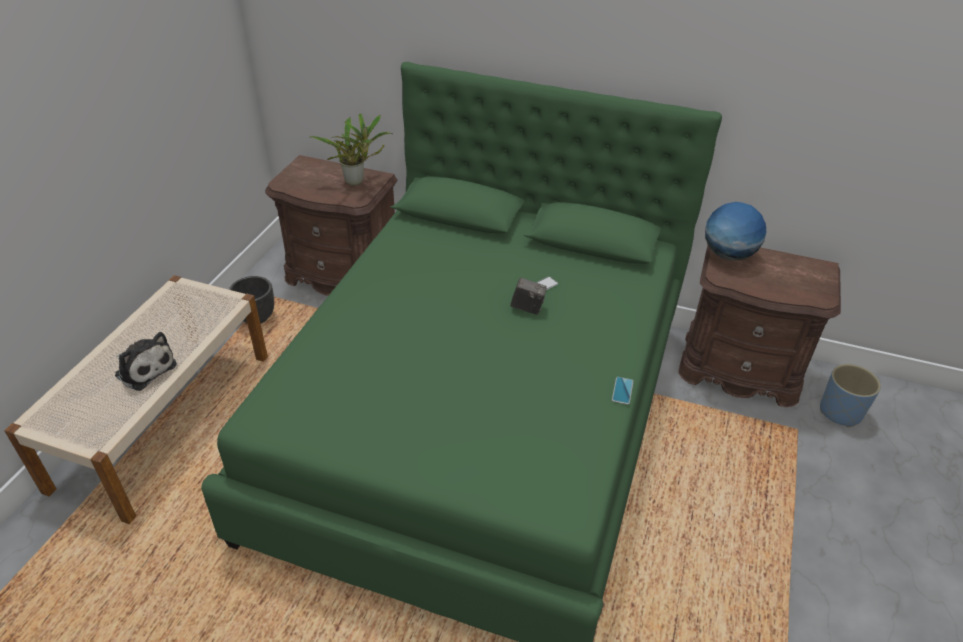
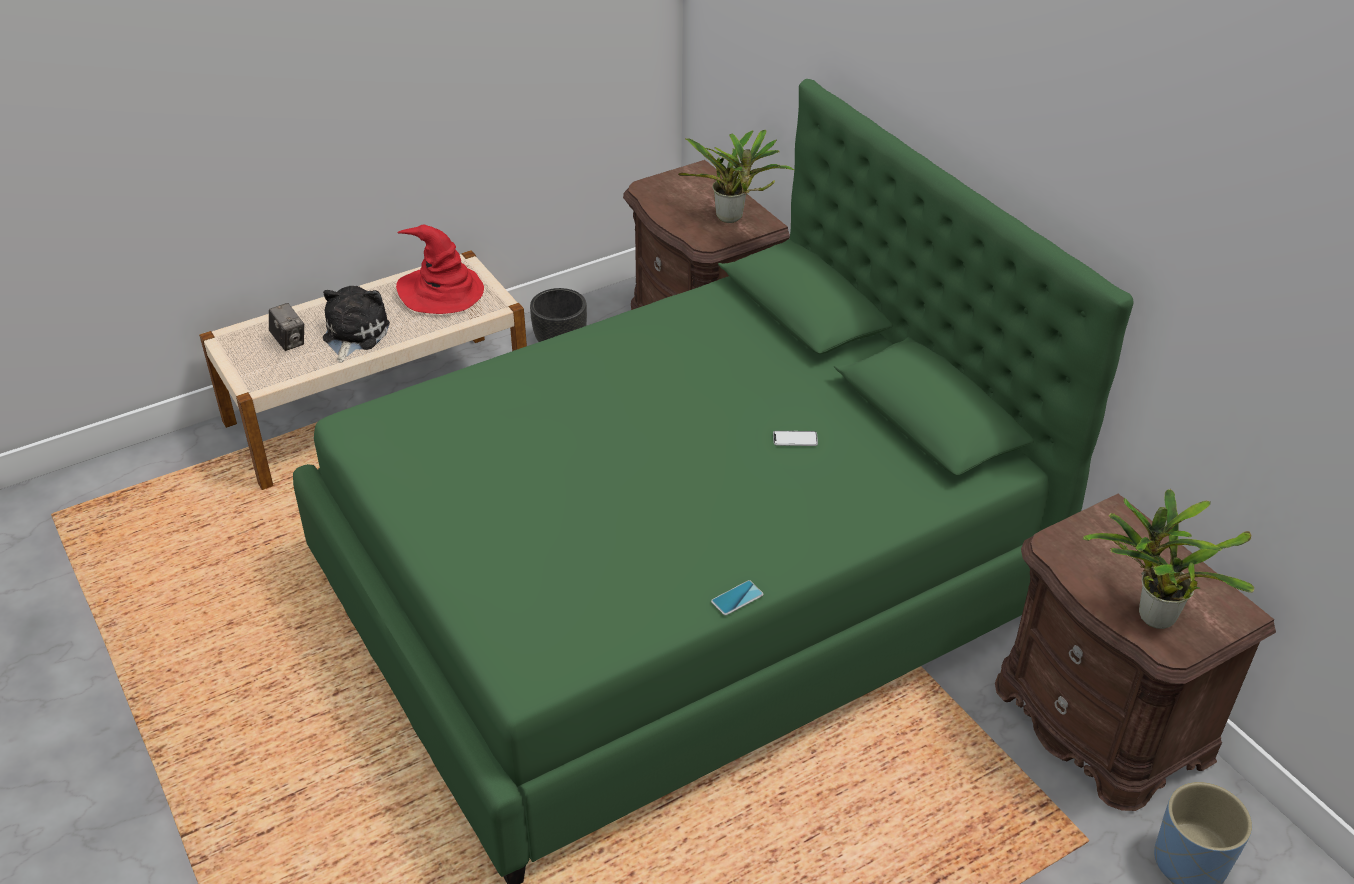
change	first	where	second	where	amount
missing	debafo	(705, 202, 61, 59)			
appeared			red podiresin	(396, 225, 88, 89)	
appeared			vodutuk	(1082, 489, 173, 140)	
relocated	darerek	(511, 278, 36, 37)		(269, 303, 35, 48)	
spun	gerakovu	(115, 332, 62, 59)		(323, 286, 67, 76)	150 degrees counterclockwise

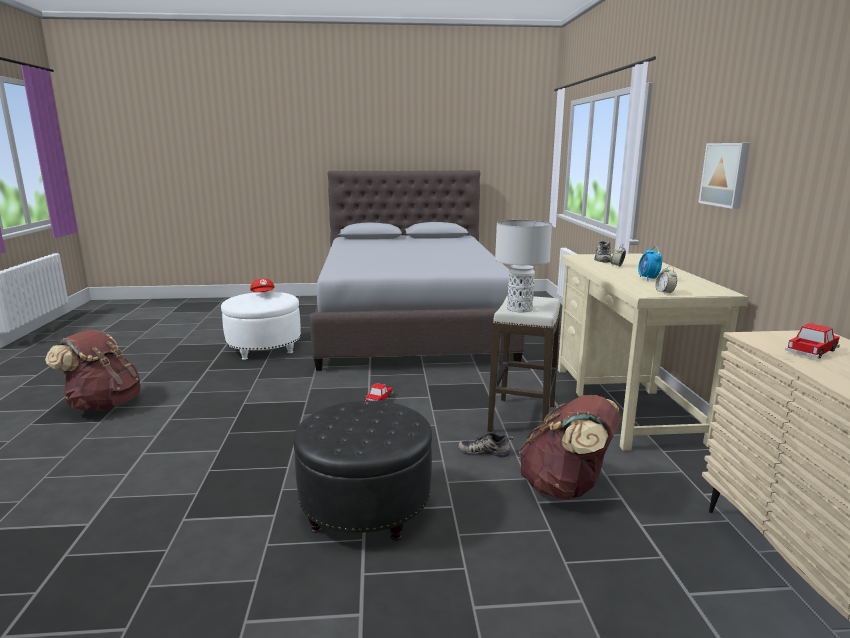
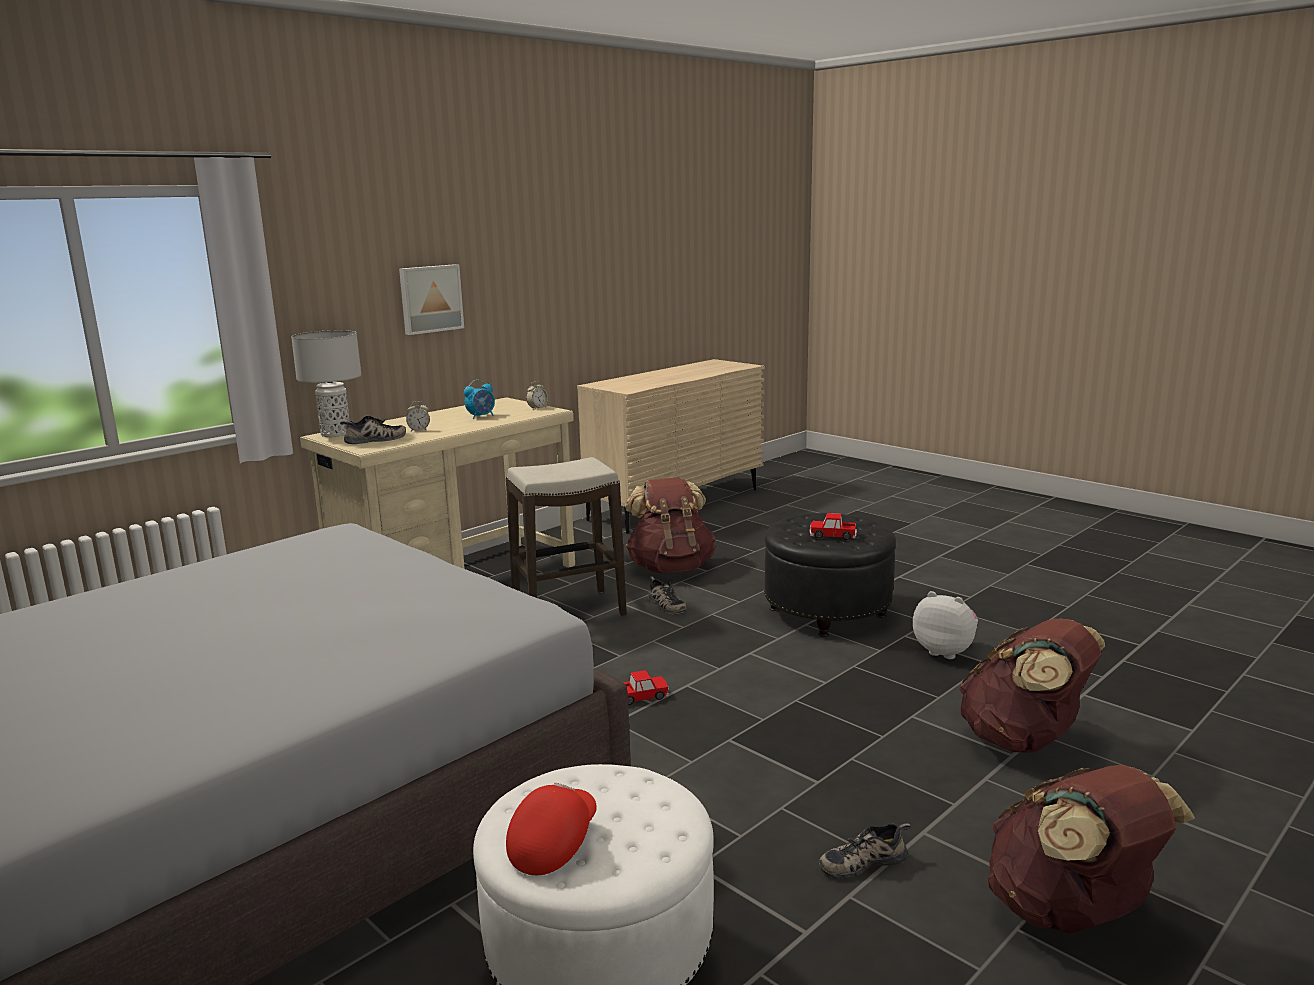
change	first	where	second	where	amount
appeared			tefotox	(819, 823, 92, 56)	
appeared			gerakovu	(913, 591, 65, 68)	
appeared			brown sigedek	(958, 619, 147, 134)	
relocated	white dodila	(495, 220, 57, 92)		(291, 330, 70, 107)	
relocated	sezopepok	(785, 323, 55, 36)		(809, 513, 48, 27)	

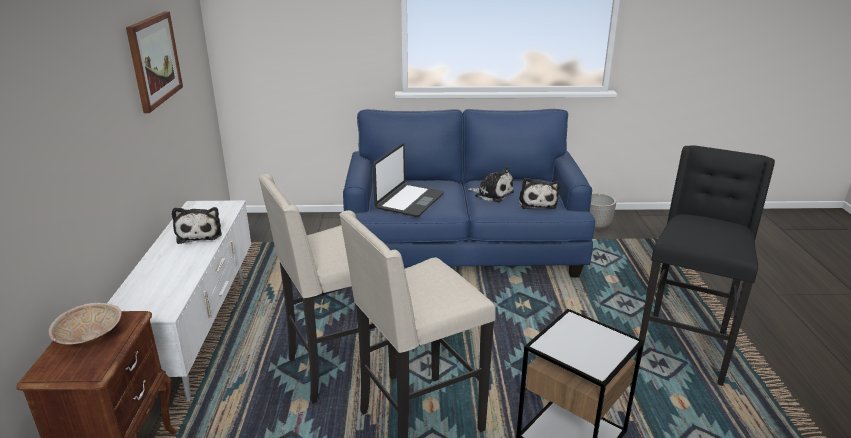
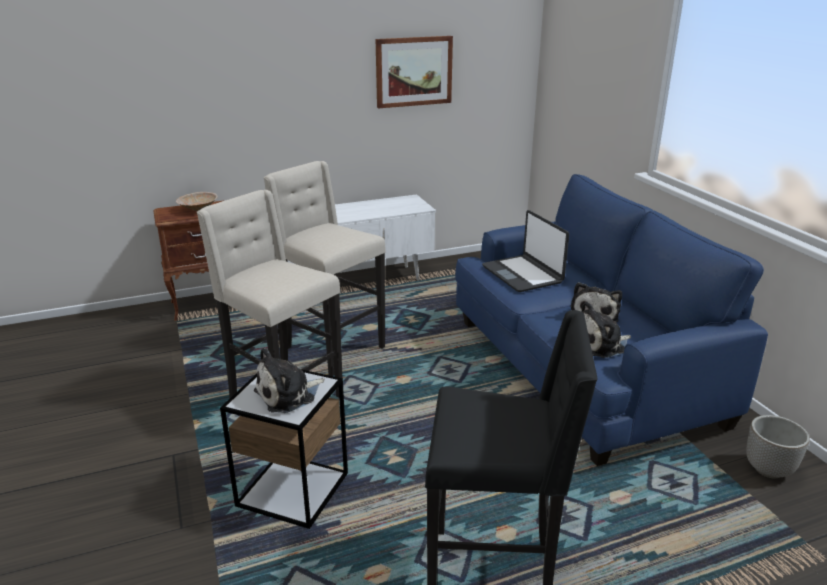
change	first	where	second	where	amount
relocated	gerakovu	(172, 207, 50, 37)		(254, 348, 71, 65)	
spun	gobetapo	(373, 143, 71, 74)		(482, 210, 87, 82)	60 degrees clockwise

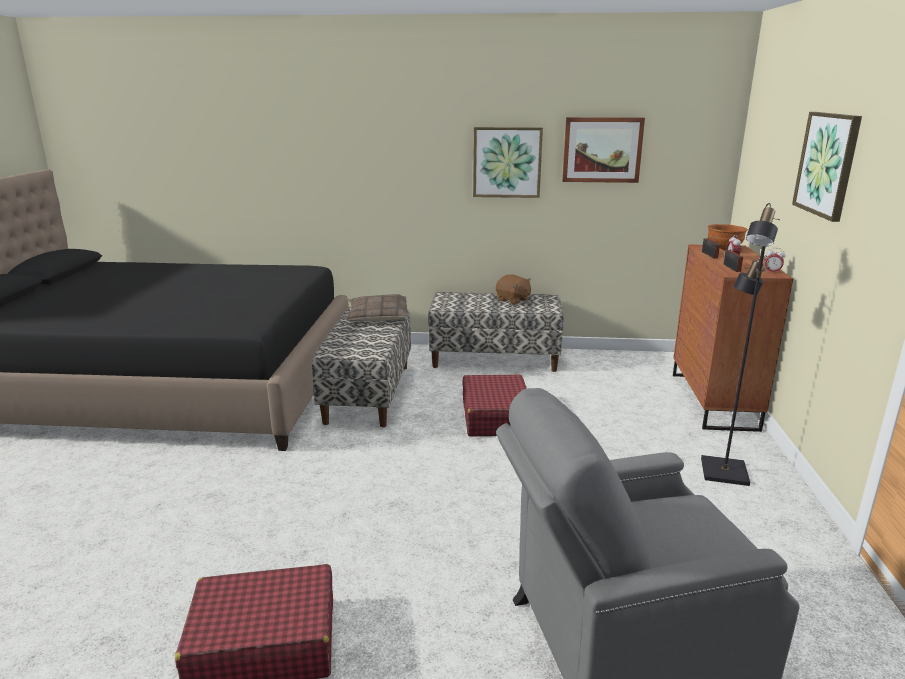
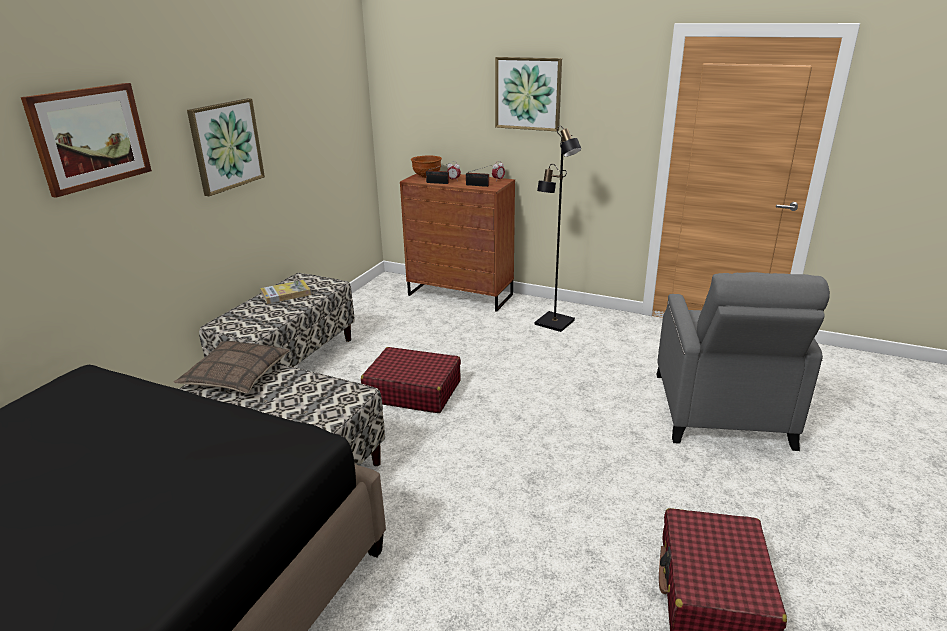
change	first	where	second	where	amount
relocated	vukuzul	(562, 117, 83, 66)		(21, 83, 131, 115)	
exchanged	brown gerakovu	(496, 274, 35, 31)	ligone	(260, 280, 51, 24)	

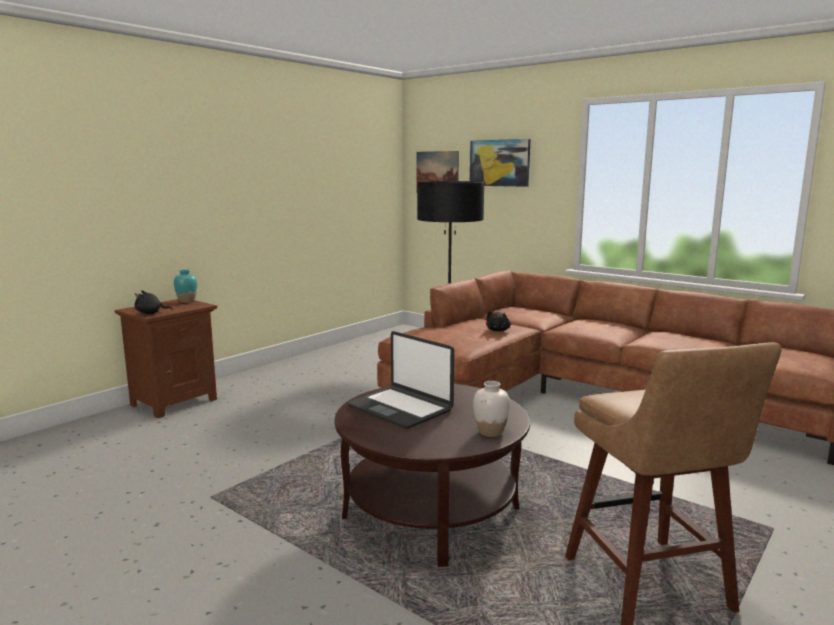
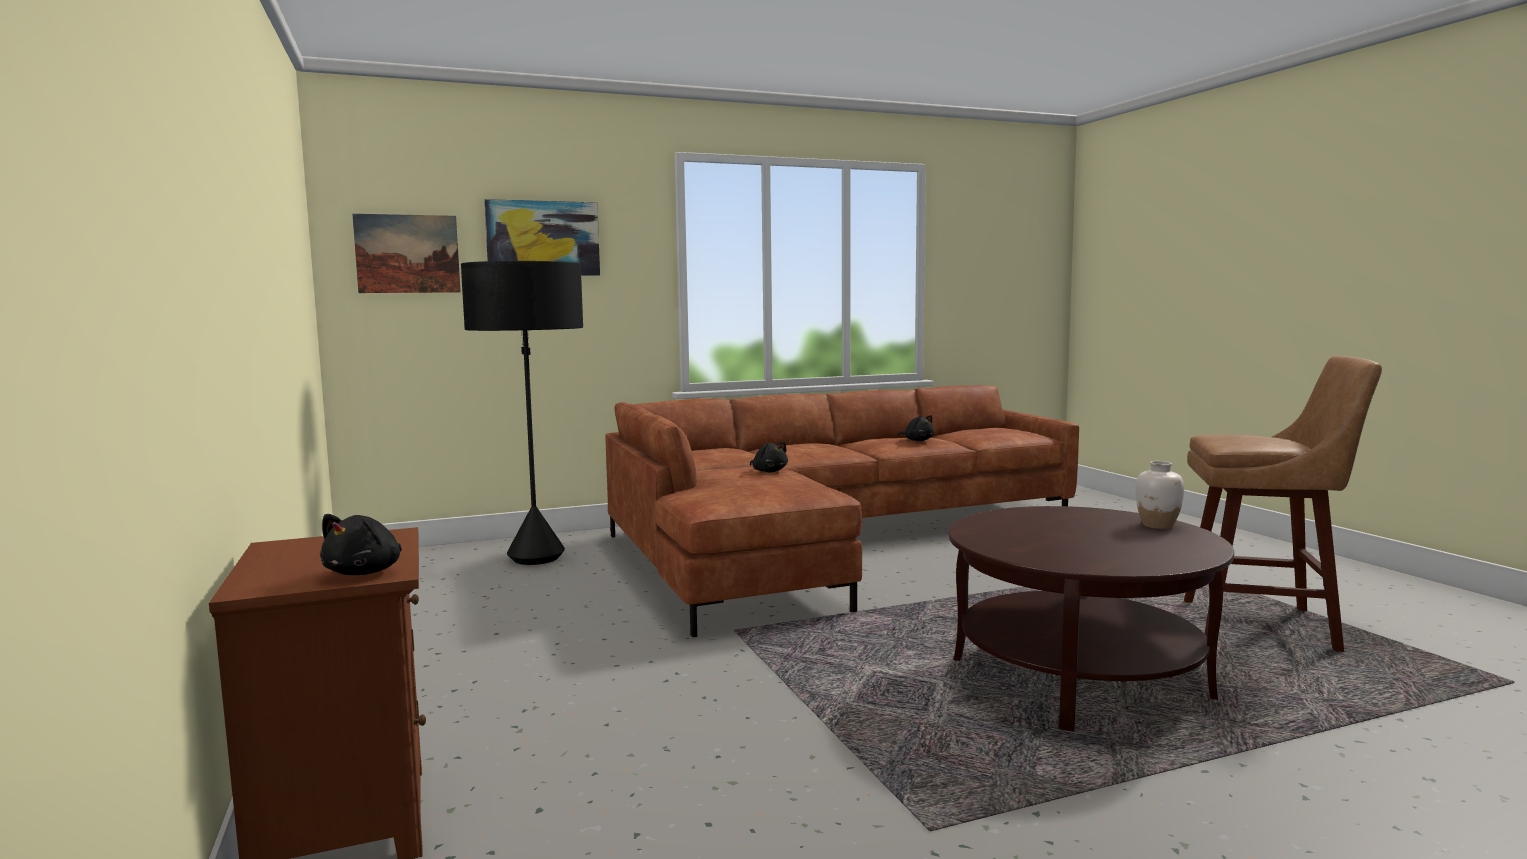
change	first	where	second	where	amount
missing	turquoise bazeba	(174, 270, 23, 33)			
missing	gobetapo	(347, 331, 107, 98)			
appeared			black gerakovu	(898, 415, 36, 26)	

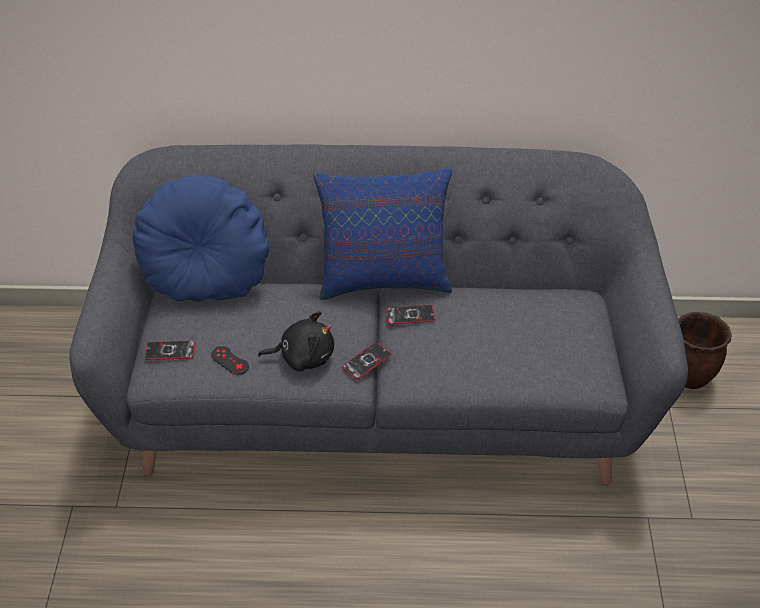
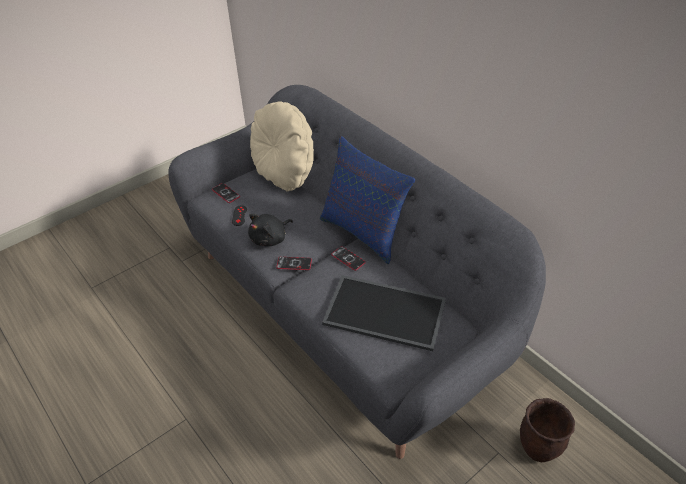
change	first	where	second	where	amount
appeared			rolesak	(322, 275, 124, 76)	
colour	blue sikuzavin	(133, 175, 136, 127)	beige sikuzavin	(250, 102, 64, 90)	
spun	black gerakovu	(258, 311, 76, 61)		(248, 214, 45, 32)	90 degrees clockwise

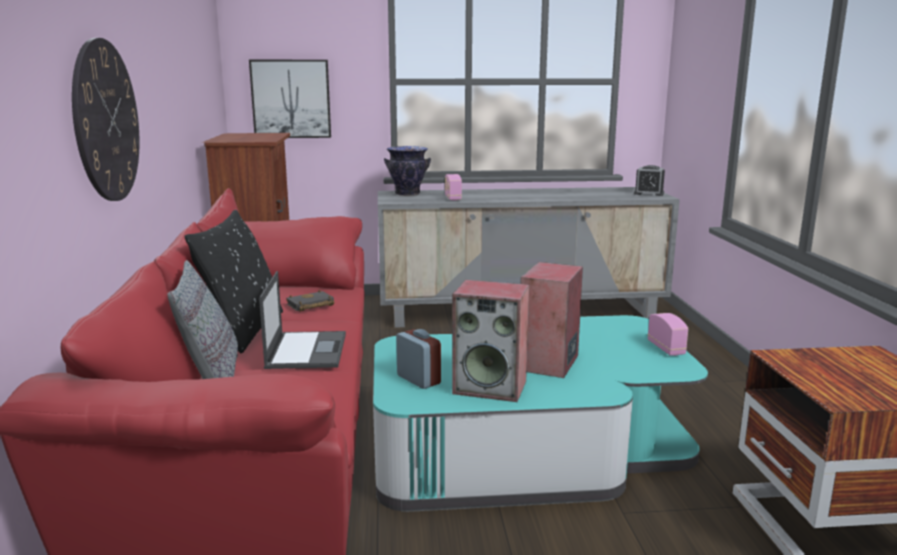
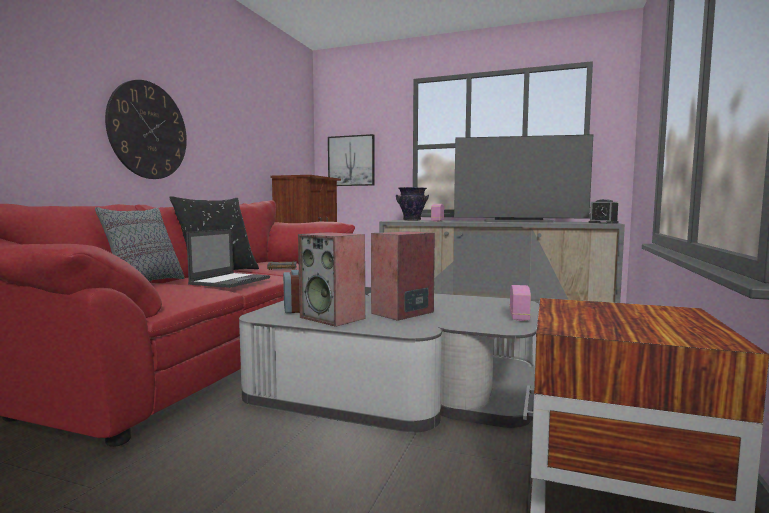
change	first	where	second	where	amount
appeared			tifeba	(454, 135, 139, 87)	
colour	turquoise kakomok	(373, 315, 335, 197)	grey kakomok	(239, 293, 300, 140)	

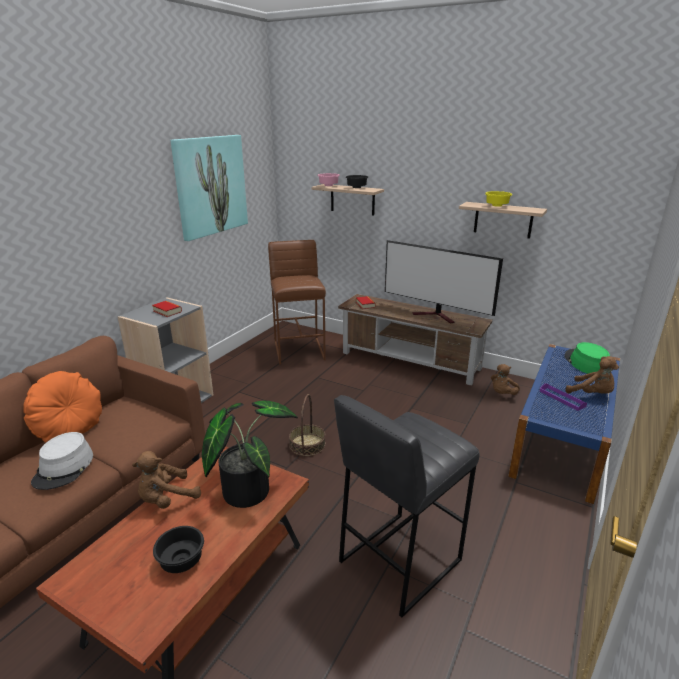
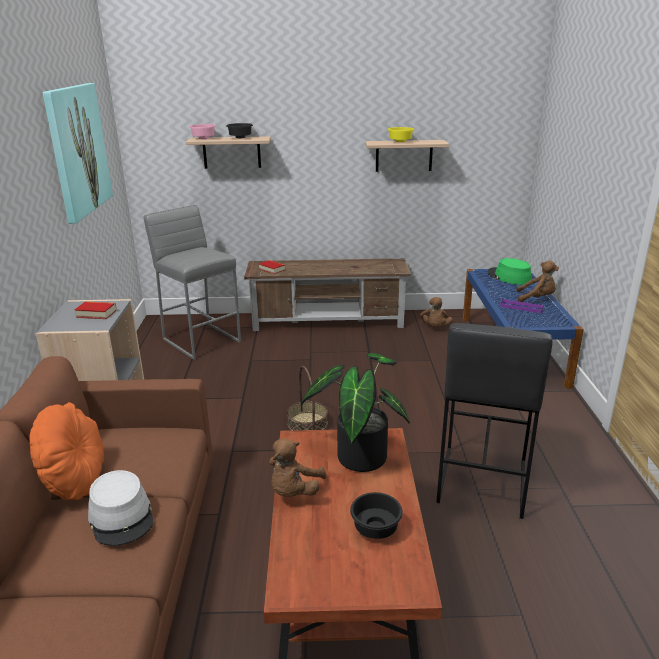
change	first	where	second	where	amount
missing	tifeba	(385, 240, 118, 84)			
colour	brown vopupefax	(268, 240, 58, 125)	grey vopupefax	(143, 205, 98, 155)	

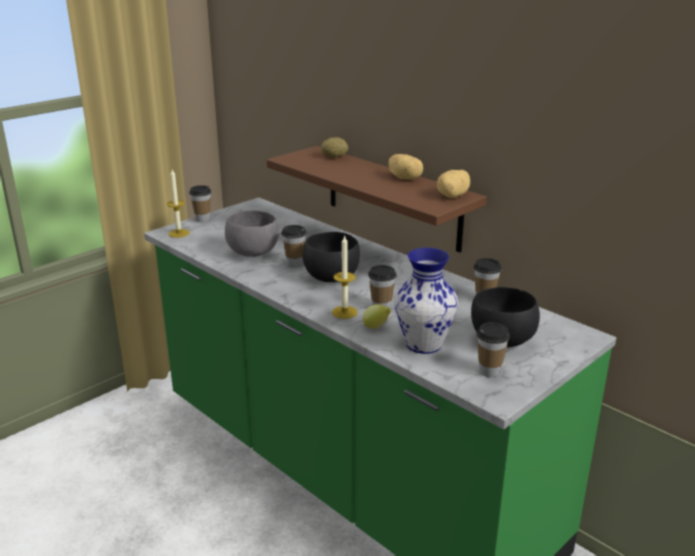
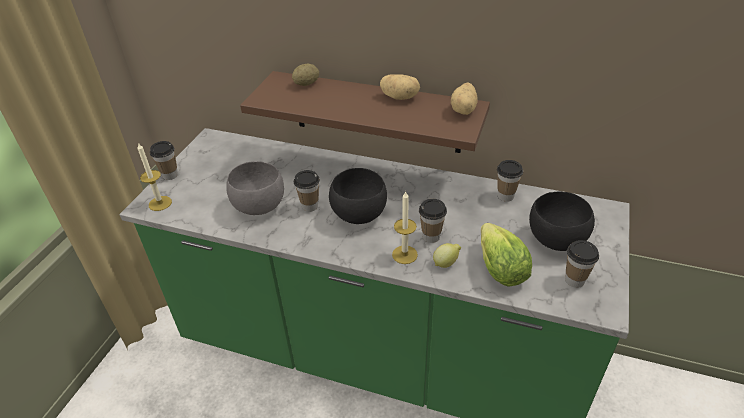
change	first	where	second	where	amount
exchanged	bazeba	(394, 248, 64, 106)	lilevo	(481, 223, 51, 64)	

